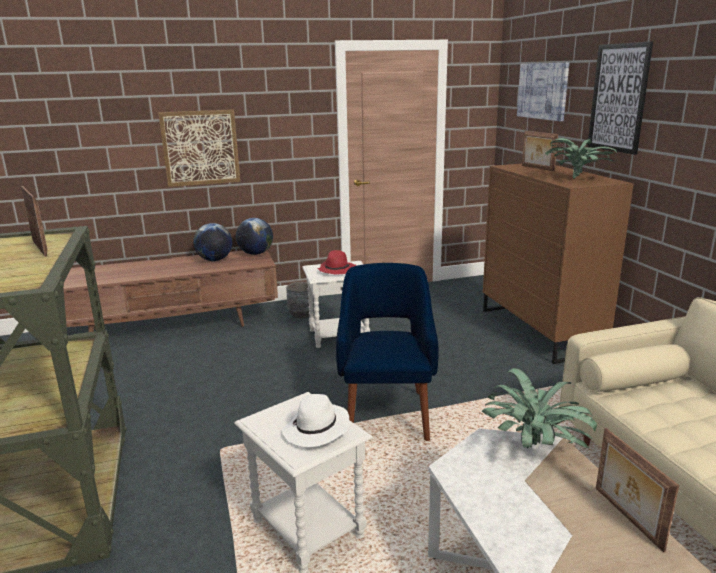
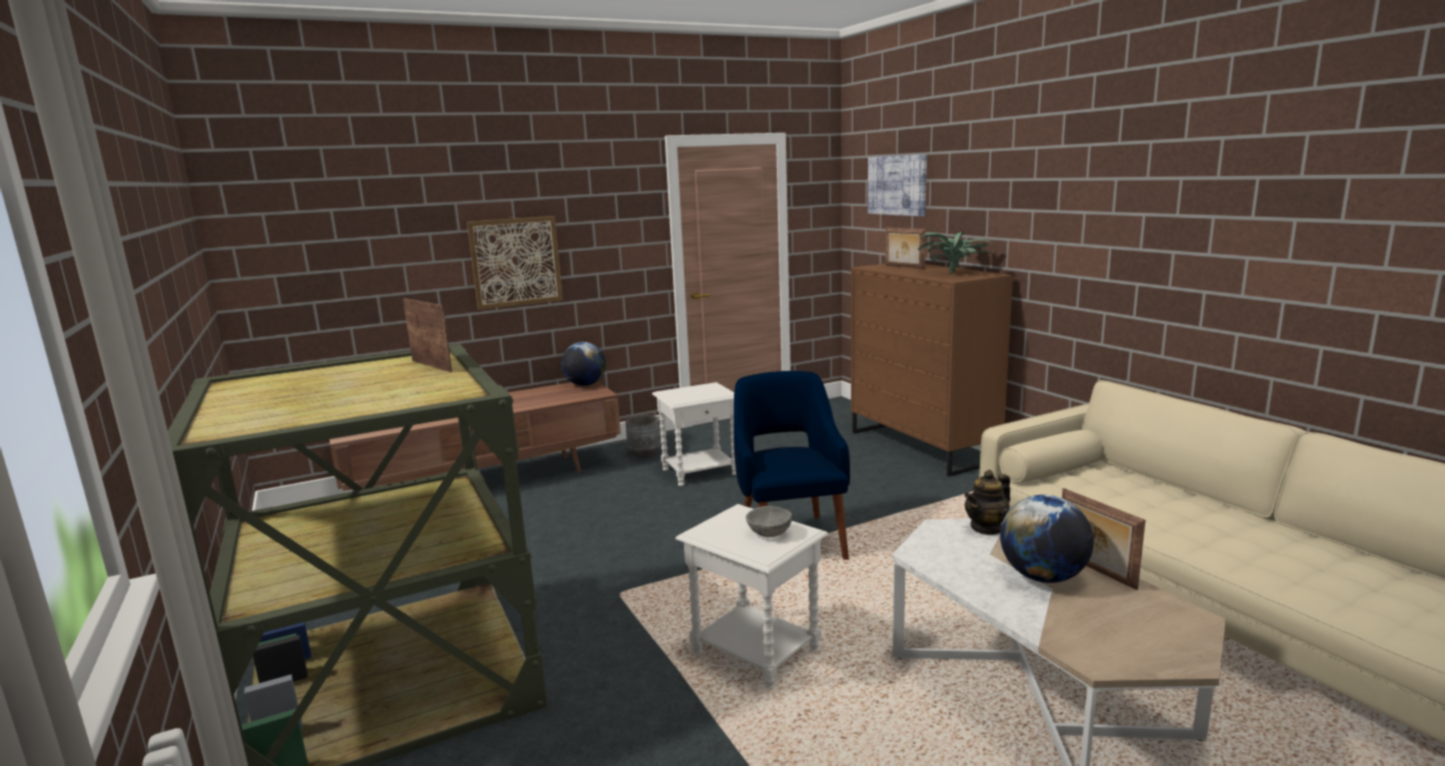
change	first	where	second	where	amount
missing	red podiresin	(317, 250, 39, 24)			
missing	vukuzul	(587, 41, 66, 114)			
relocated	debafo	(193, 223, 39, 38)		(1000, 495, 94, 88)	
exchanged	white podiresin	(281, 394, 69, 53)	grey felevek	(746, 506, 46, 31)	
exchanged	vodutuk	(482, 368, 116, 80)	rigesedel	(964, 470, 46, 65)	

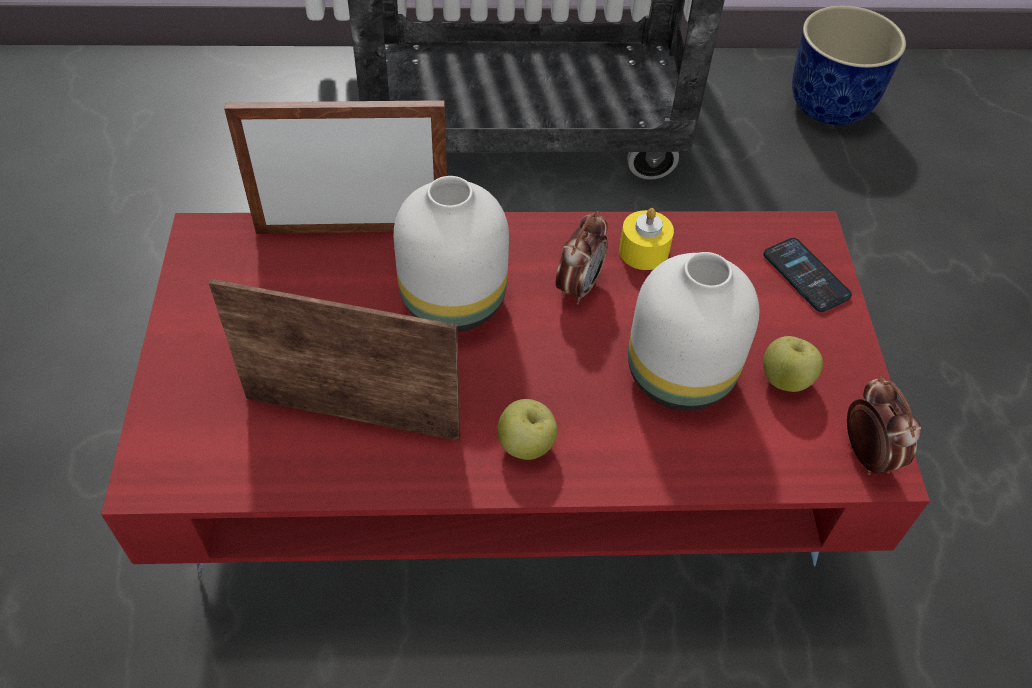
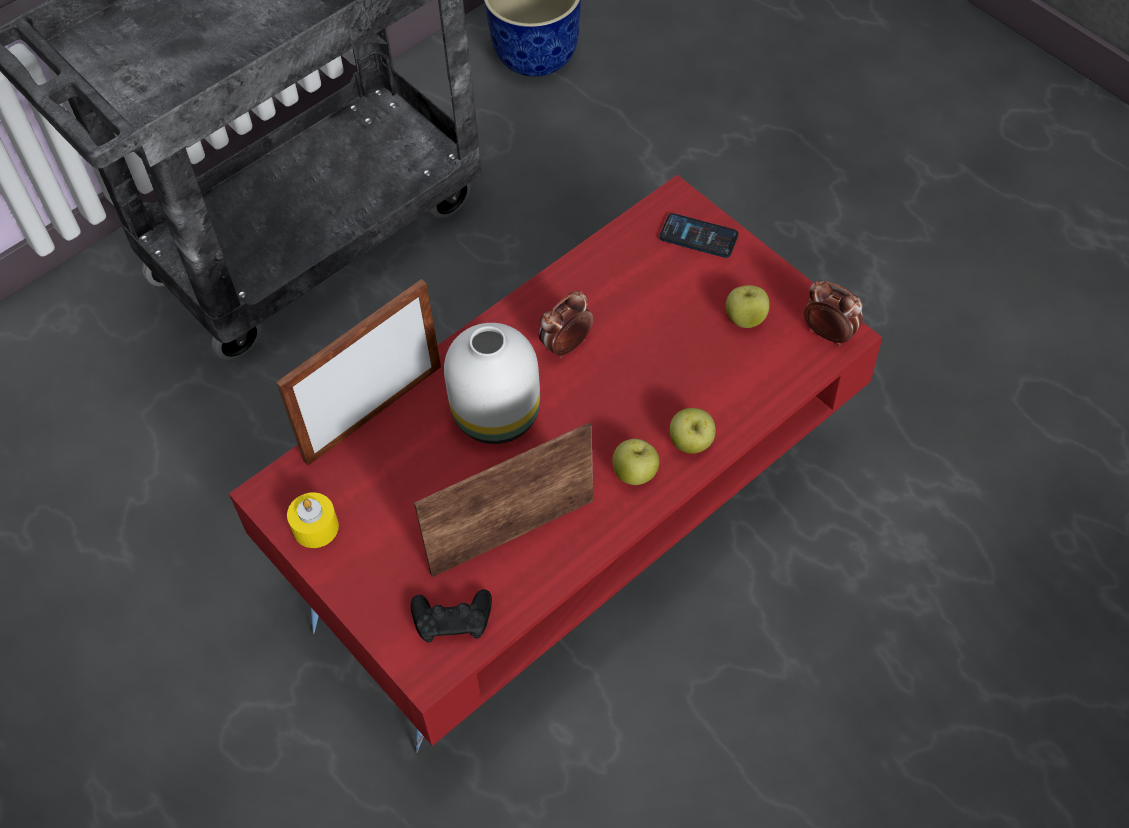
change	first	where	second	where	amount
missing	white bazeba	(628, 252, 131, 159)			
appeared			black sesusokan	(411, 589, 81, 54)	
appeared			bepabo	(670, 408, 46, 46)	
relocated	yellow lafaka	(619, 208, 55, 62)		(287, 492, 52, 56)	
spun	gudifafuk	(555, 211, 53, 94)		(539, 291, 54, 67)	120 degrees counterclockwise

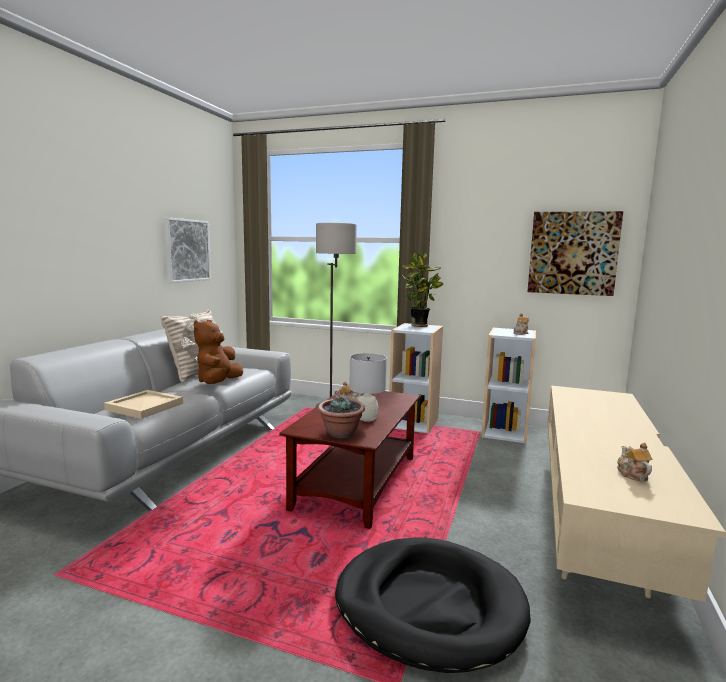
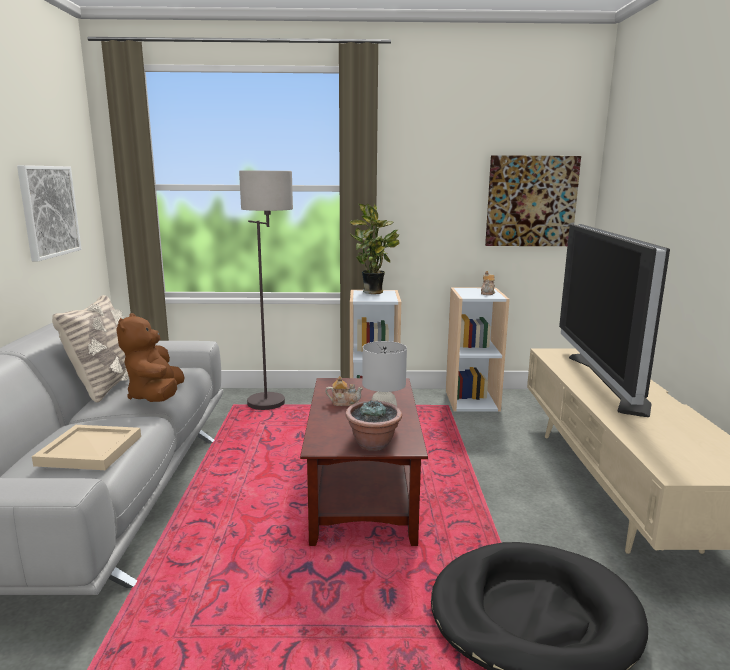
change	first	where	second	where	amount
missing	rigesedel	(617, 443, 35, 38)			
appeared			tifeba	(559, 224, 111, 193)	

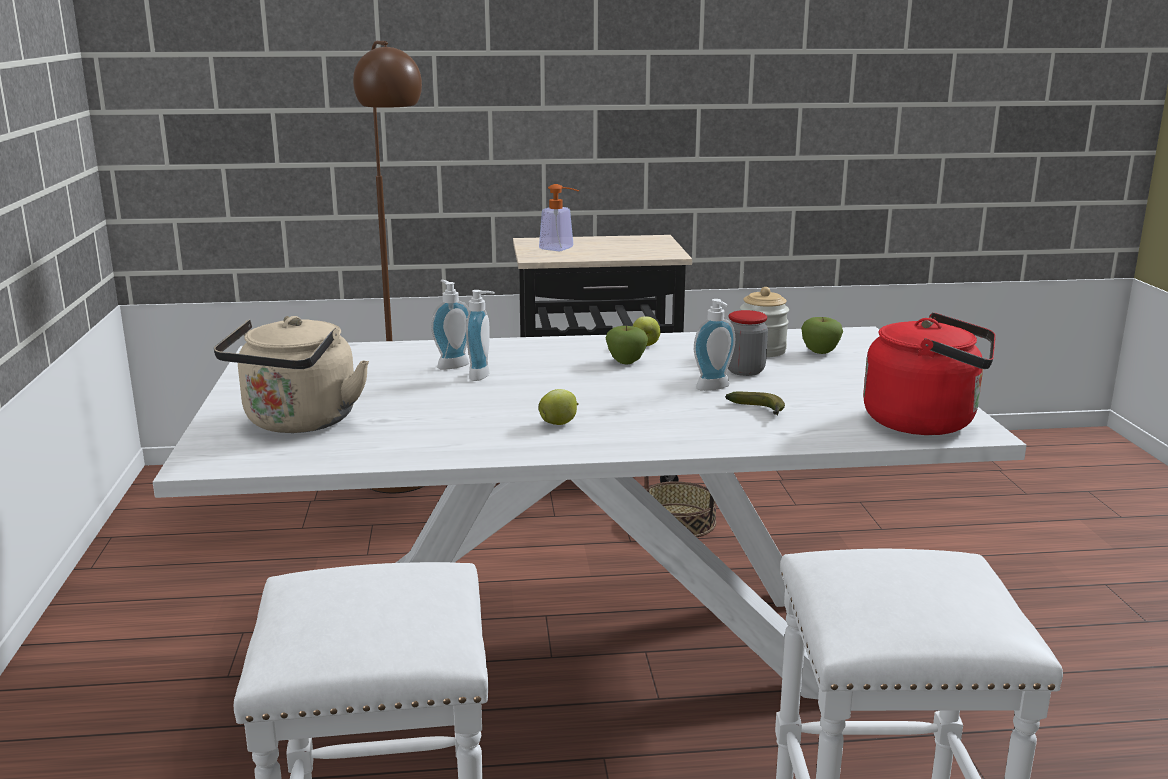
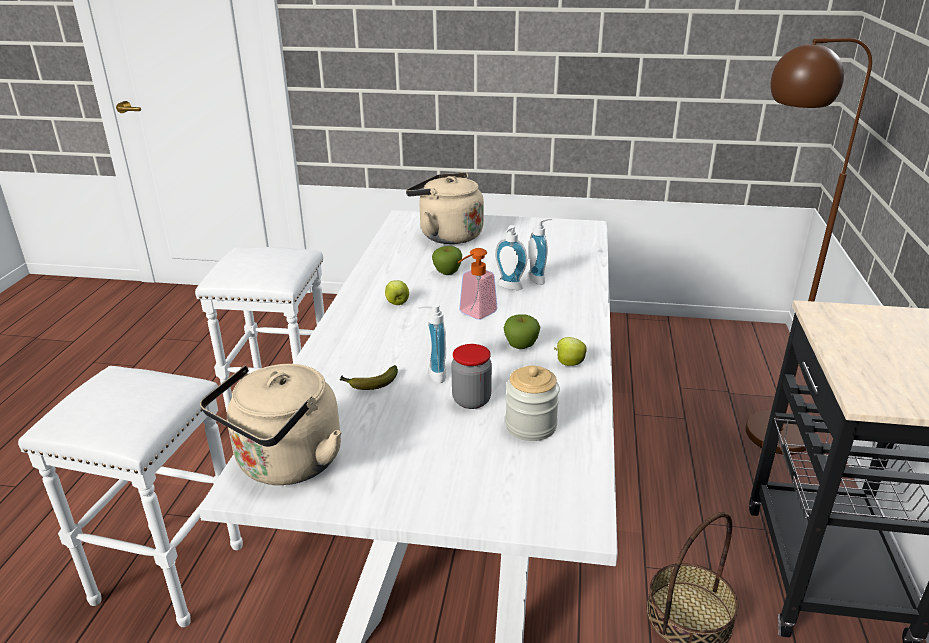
change	first	where	second	where	amount
relocated	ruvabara	(539, 184, 40, 68)		(458, 248, 40, 72)	
relocated	bepabo	(801, 317, 42, 37)		(432, 246, 30, 29)	
colour	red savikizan	(863, 313, 133, 122)	beige savikizan	(200, 364, 142, 121)	

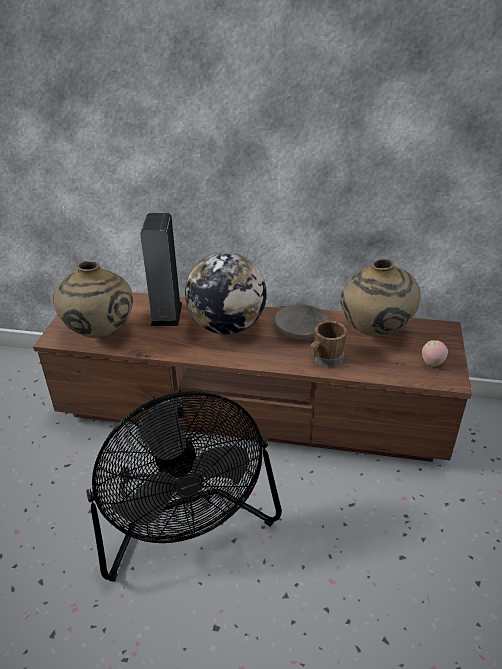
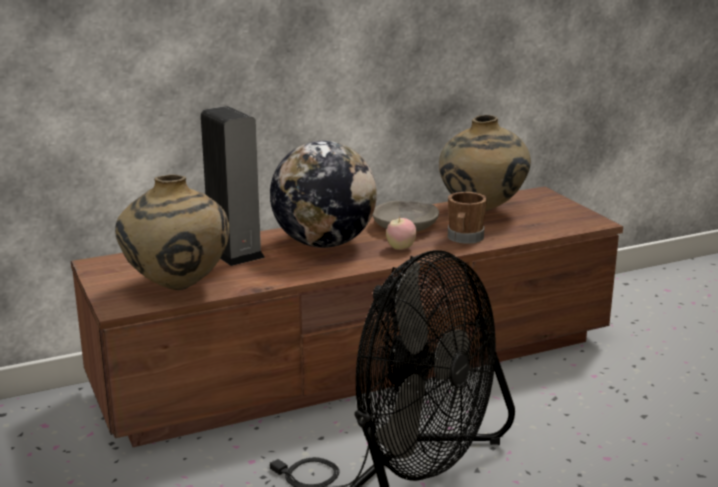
change	first	where	second	where	amount
relocated	bepabo	(422, 340, 26, 26)		(386, 216, 30, 34)	

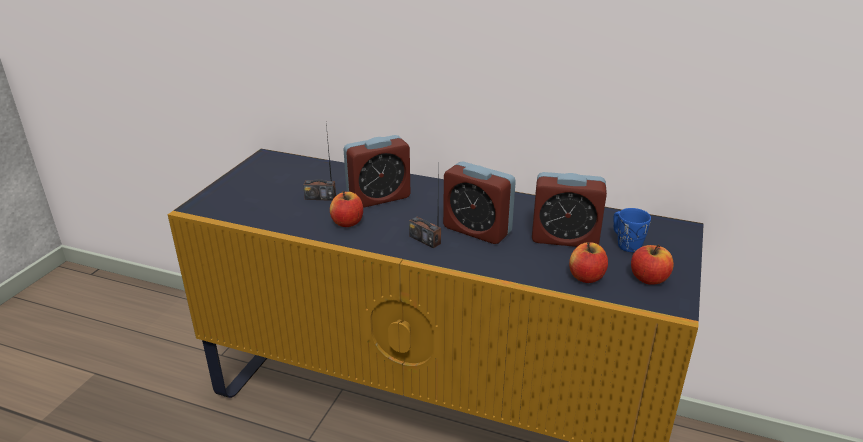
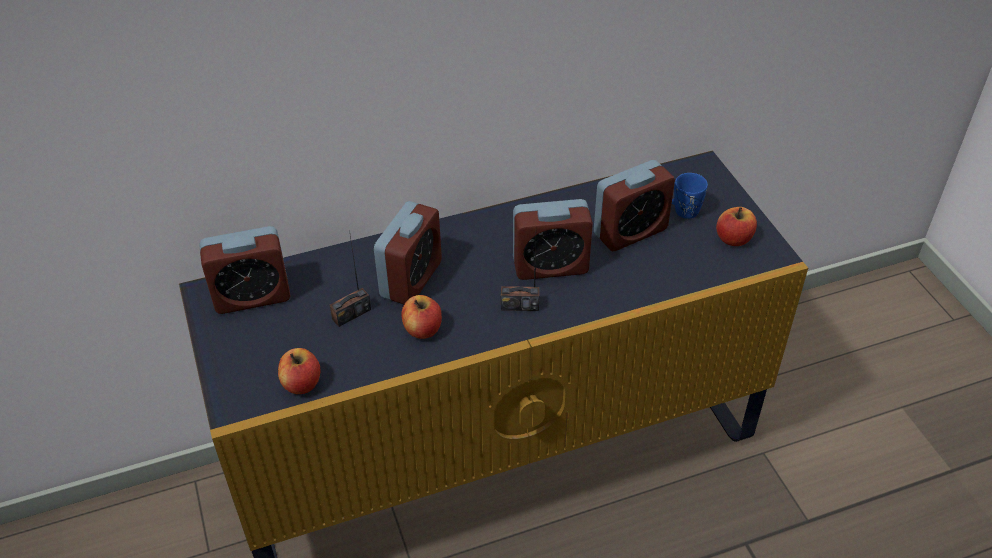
change	first	where	second	where	amount
appeared			gudifafuk	(199, 226, 92, 88)	
relocated	bepabo	(569, 242, 39, 41)		(278, 348, 42, 46)	

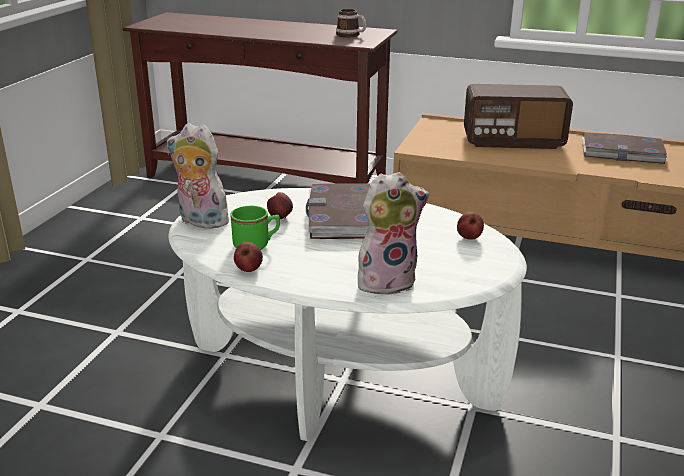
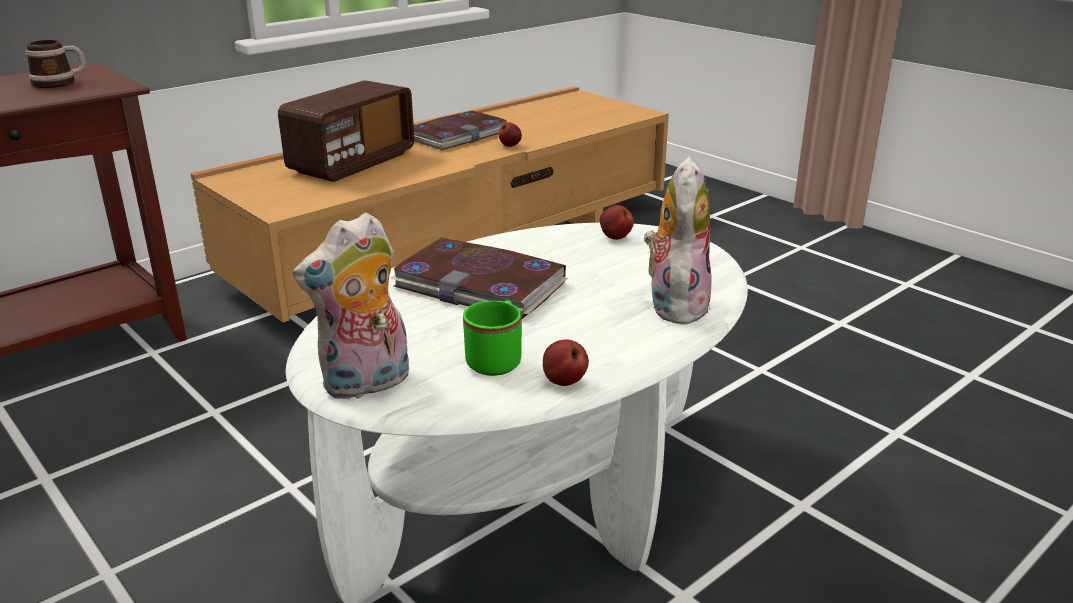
change	first	where	second	where	amount
relocated	bepabo	(267, 192, 26, 27)		(499, 122, 23, 25)	

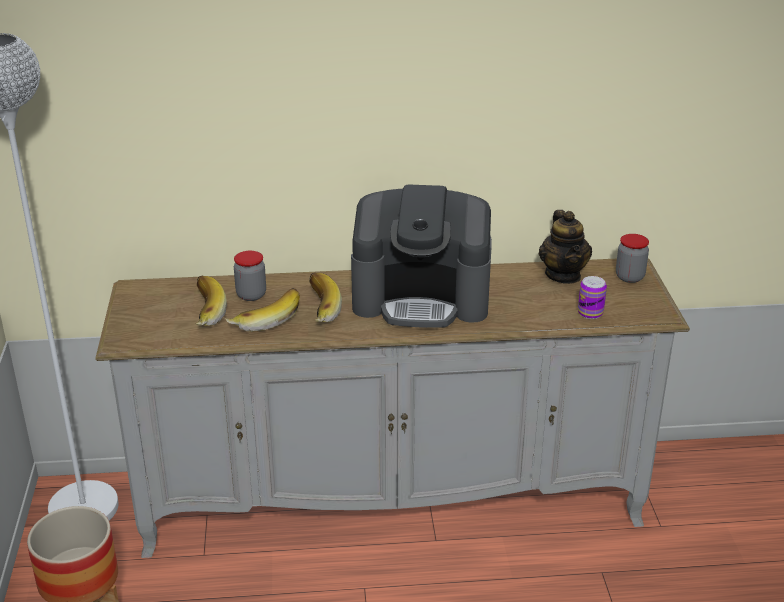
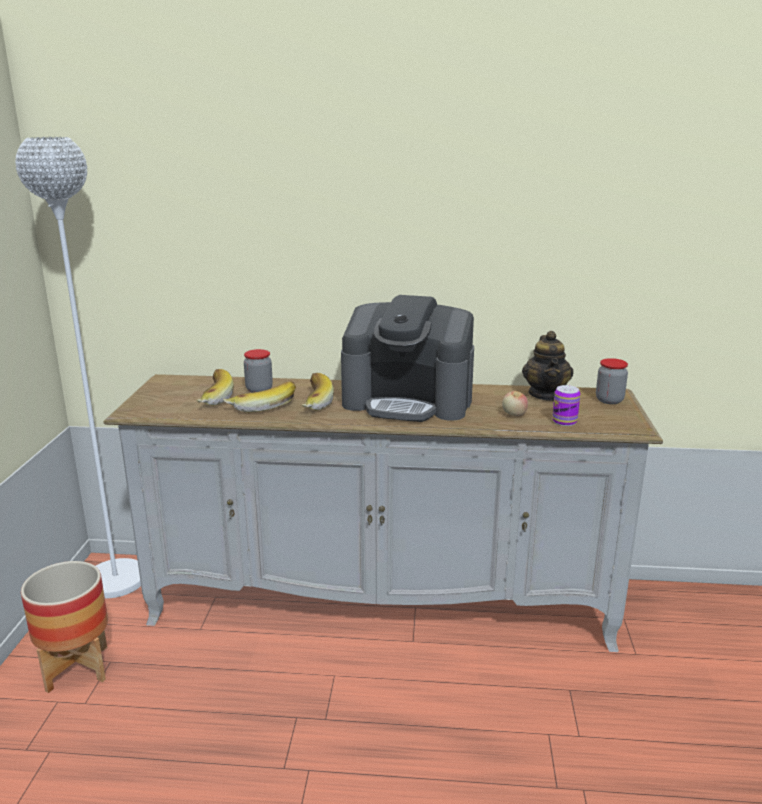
change	first	where	second	where	amount
appeared			bepabo	(502, 391, 26, 25)	

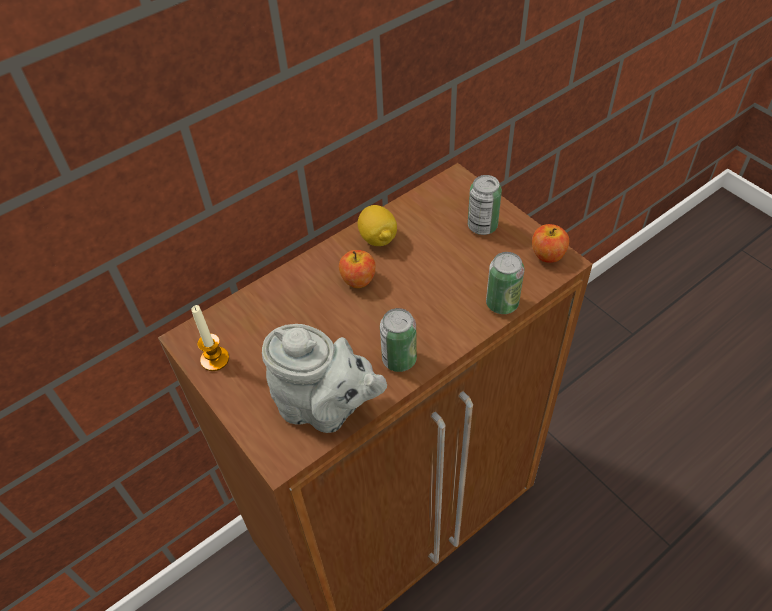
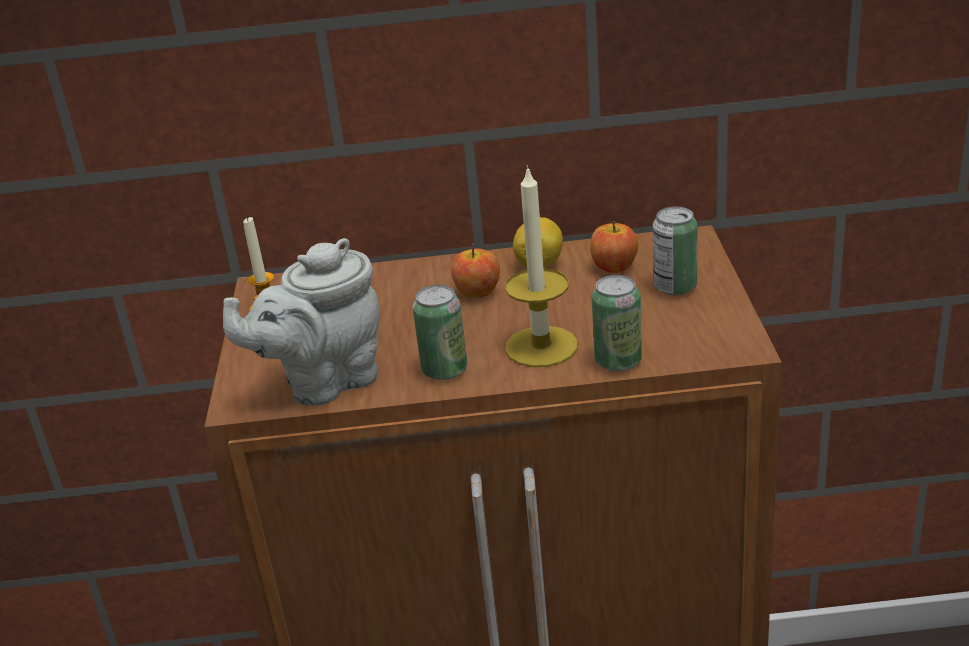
change	first	where	second	where	amount
appeared			lafaka	(505, 165, 73, 202)	
relocated	bepabo	(532, 224, 37, 39)		(590, 221, 48, 52)	
spun	grey rigesedel	(262, 324, 125, 109)		(223, 238, 157, 168)	90 degrees clockwise

